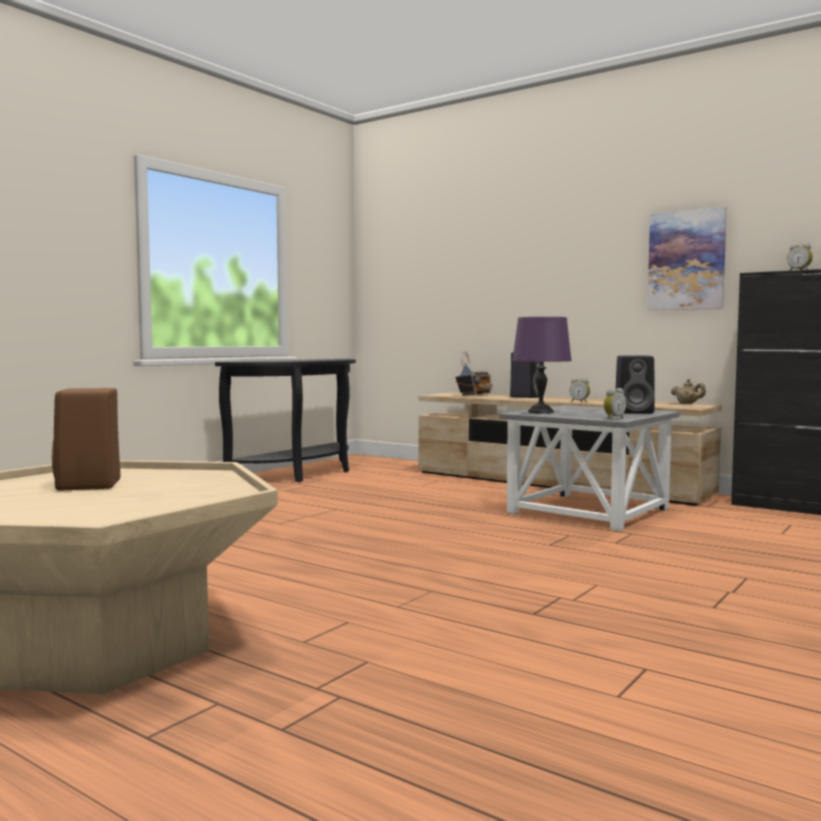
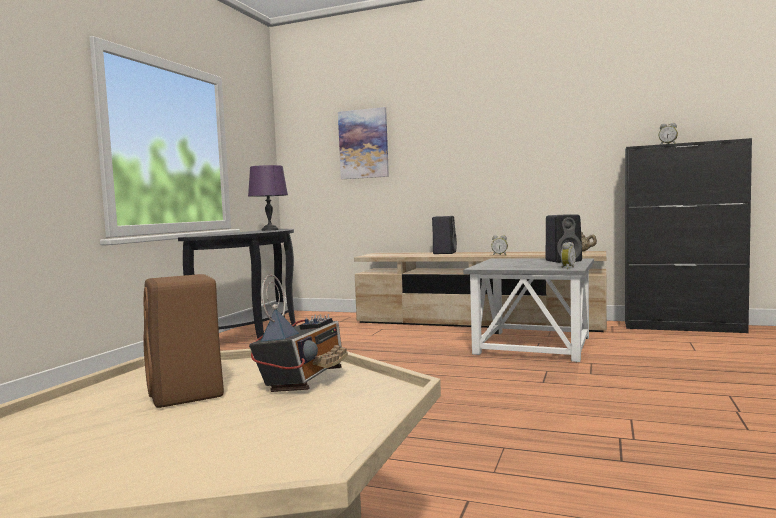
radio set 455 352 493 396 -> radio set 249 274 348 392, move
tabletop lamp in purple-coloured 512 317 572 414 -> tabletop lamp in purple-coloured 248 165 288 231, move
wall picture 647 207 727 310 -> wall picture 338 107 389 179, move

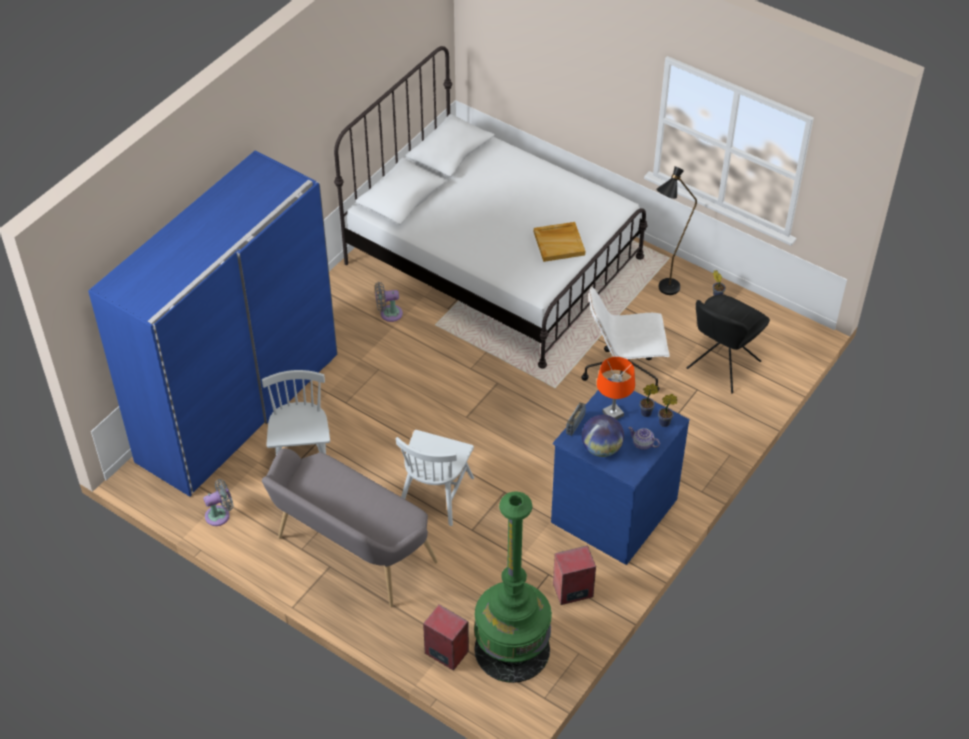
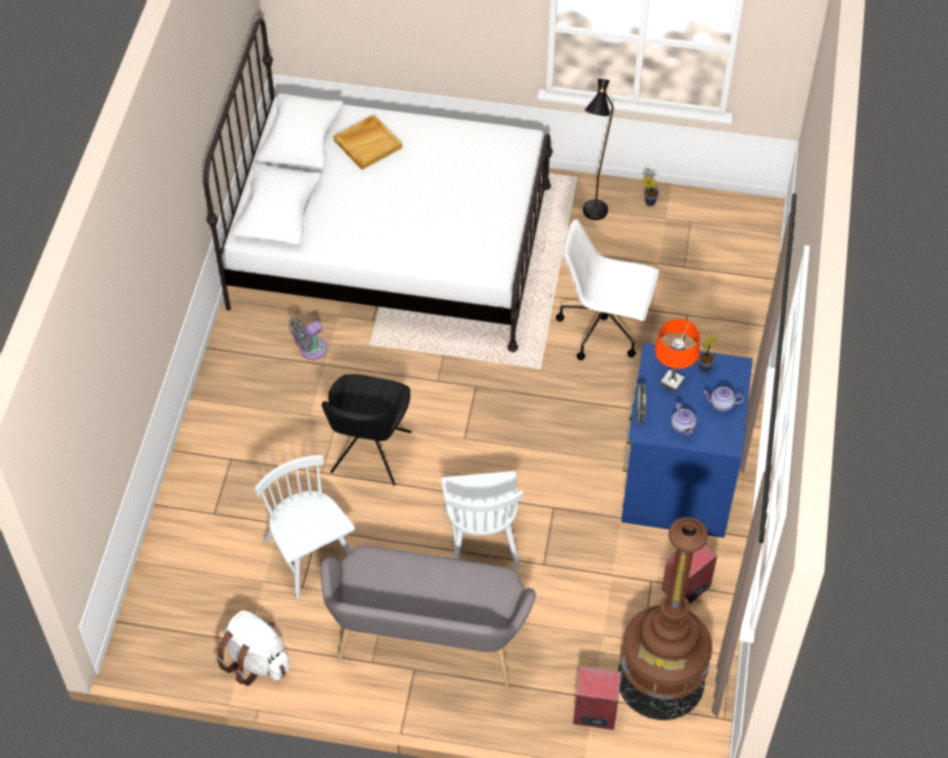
armoire in bluish 88 151 338 497 -> none
fan in grey 203 479 233 526 -> rucksack in white-coloured 216 610 290 686
floor lamp in green-coloured 474 491 552 683 -> floor lamp in brown-coloured 618 517 713 720
serving tray in beige 534 222 585 262 -> serving tray in beige 333 115 402 170, move
computer chair in white-coloured 581 287 670 391 -> computer chair in white-coloured 556 219 659 360, 45 degrees clockwise
globe 582 415 624 457 -> tea pot 671 402 697 436
potted plant 658 394 677 427 -> none
chair in black-coloured 687 294 770 394 -> chair in black-coloured 322 374 411 485, move

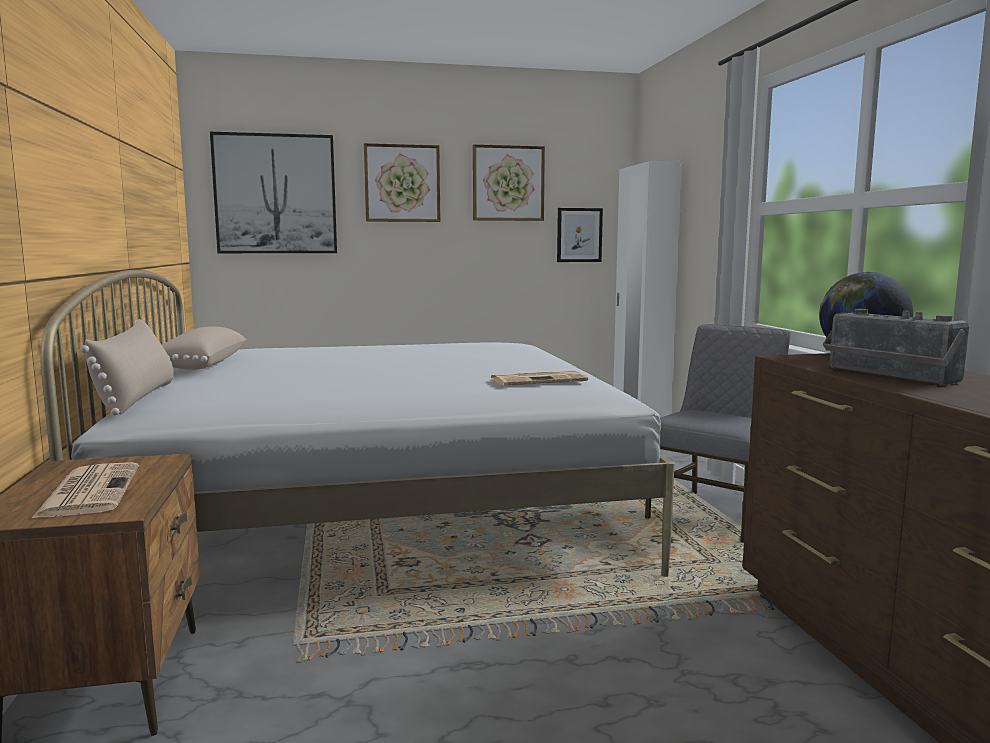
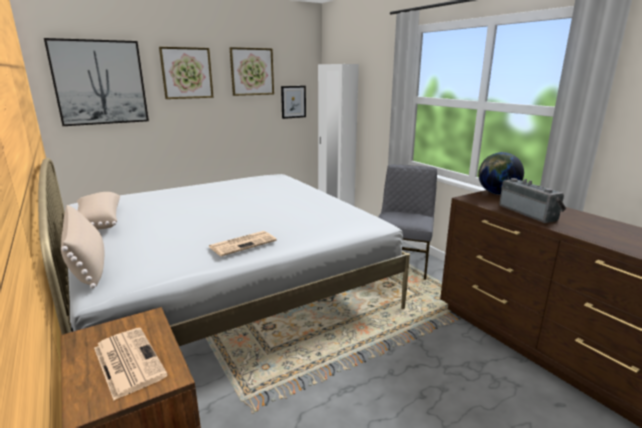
printed paper 491 370 588 386 -> printed paper 208 231 277 256, move
radio set 823 309 969 386 -> radio set 499 178 566 223, 150 degrees counterclockwise

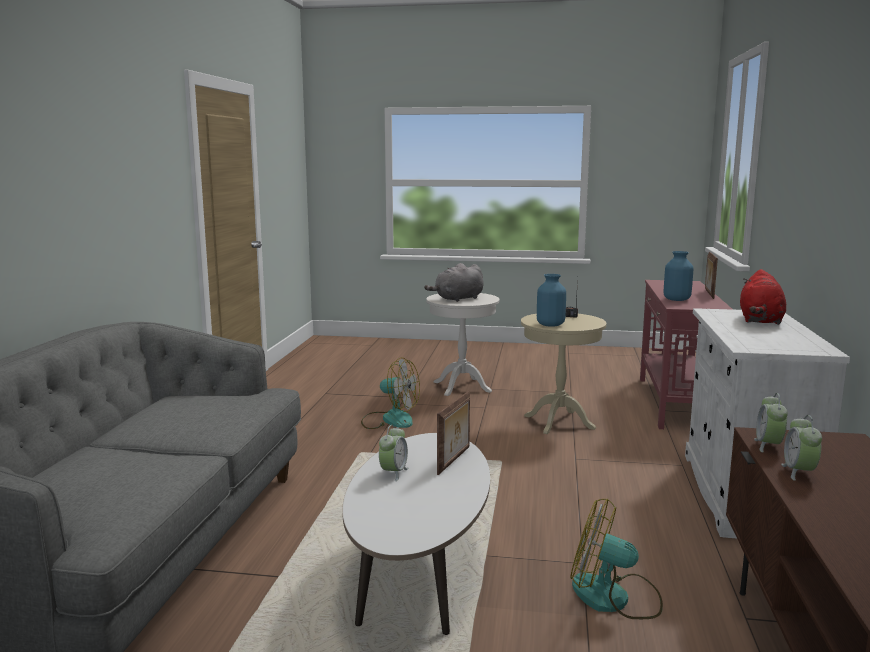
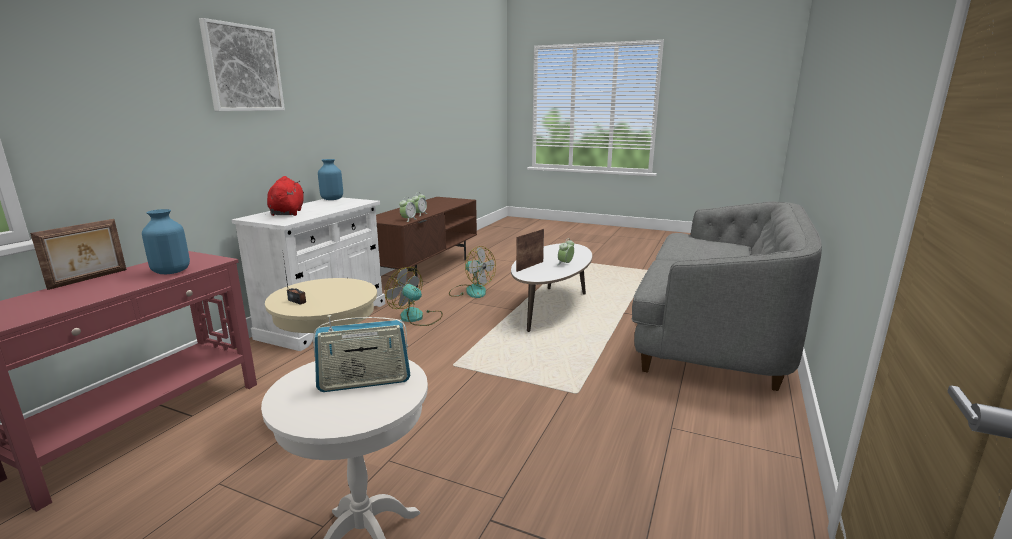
fan 361 357 420 429 -> fan 385 267 443 326, move
cuddly toy in grey 424 263 484 302 -> radio set 313 315 410 392
vase in bluish 537 274 566 327 -> vase in bluish 318 159 343 200, move
cuddly toy in red-coloured 740 269 786 325 -> cuddly toy in red-coloured 267 176 304 216, 45 degrees counterclockwise
none -> wall picture 199 18 285 111

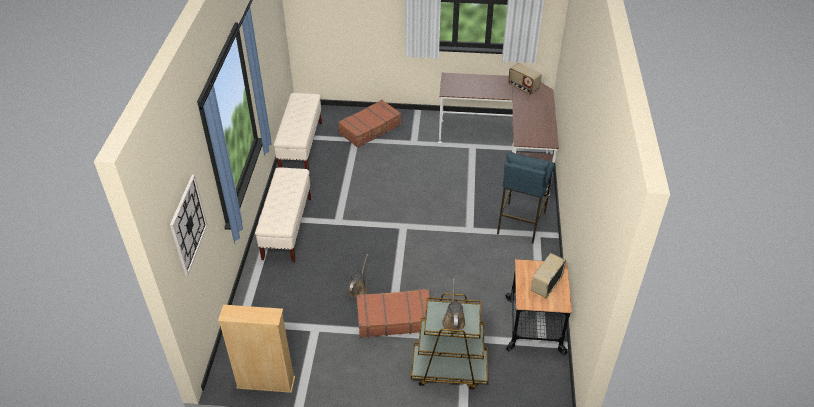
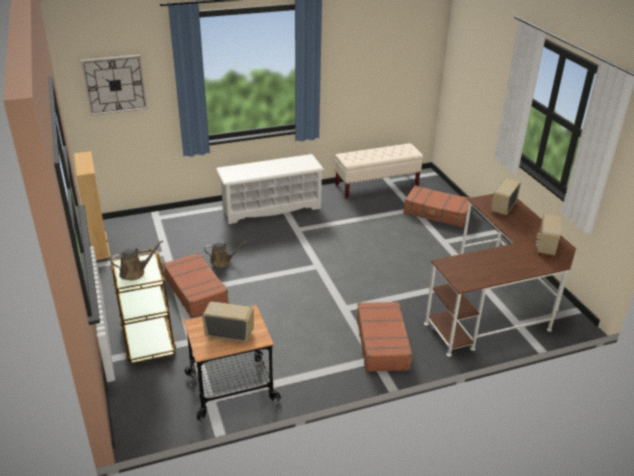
indoor bench in beige 255 168 311 262 -> shoe rack in white-coloured 216 154 324 224
sitting stool in bluish 497 153 555 244 -> suitcase in brown-coloured 357 301 413 372
none -> radio set 491 178 521 215

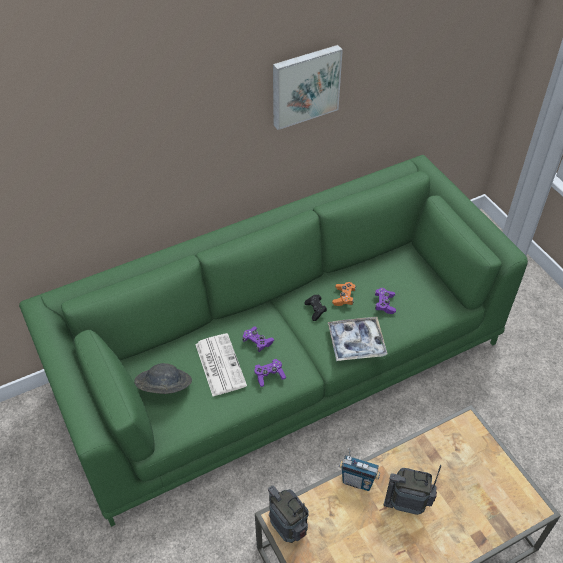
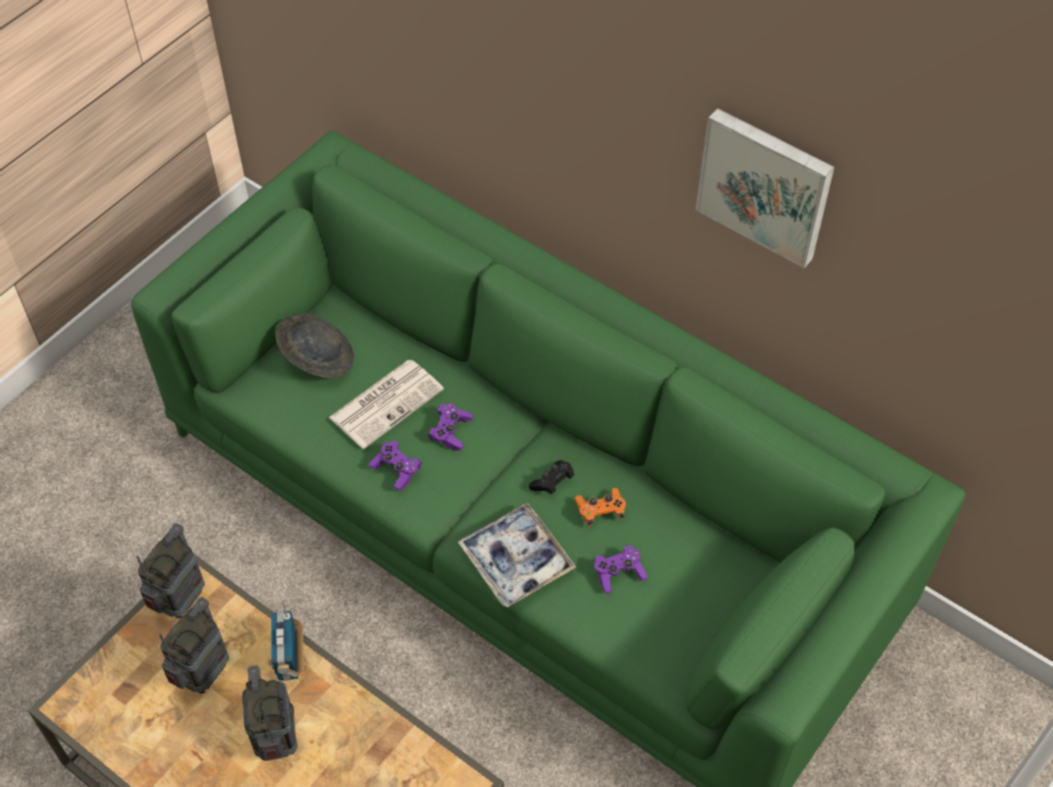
none -> radio set 159 597 229 693

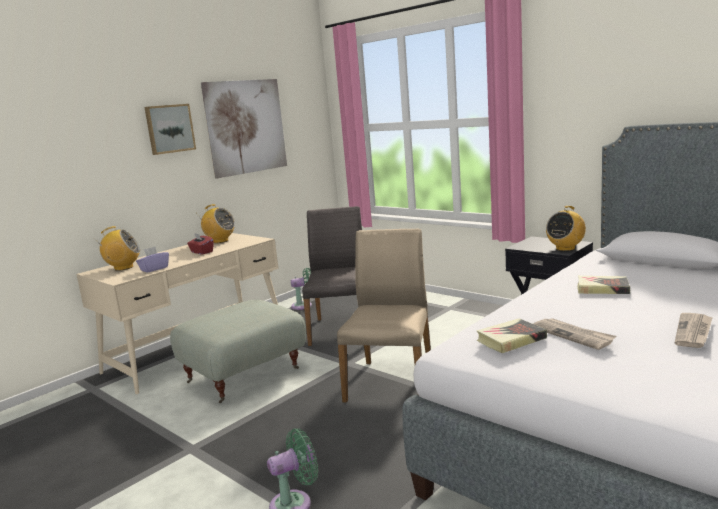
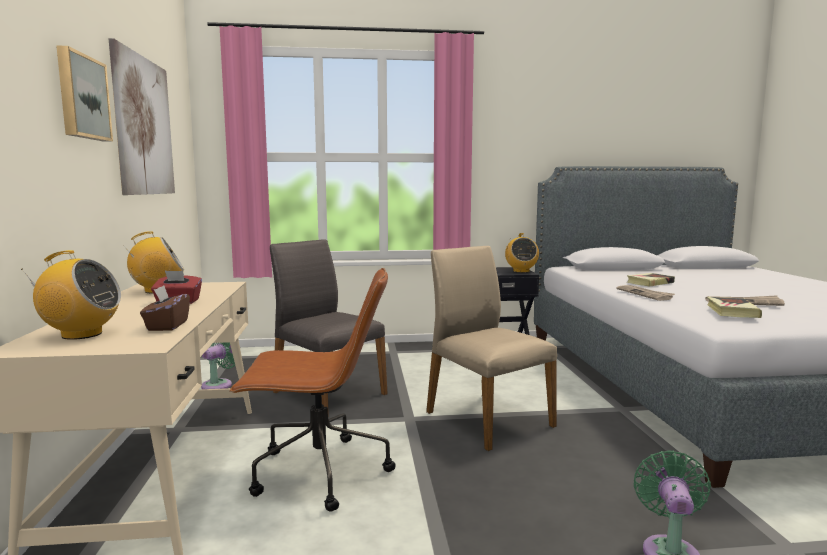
radio set 99 226 140 271 -> radio set 21 250 121 340, 60 degrees clockwise
box of tissues in purple-coloured 136 247 169 273 -> box of tissues in brown-coloured 140 285 190 331
footrest in grey 170 299 306 403 -> computer chair in brown-coloured 229 268 396 512
printed paper 675 313 713 348 -> printed paper 616 285 675 301, move

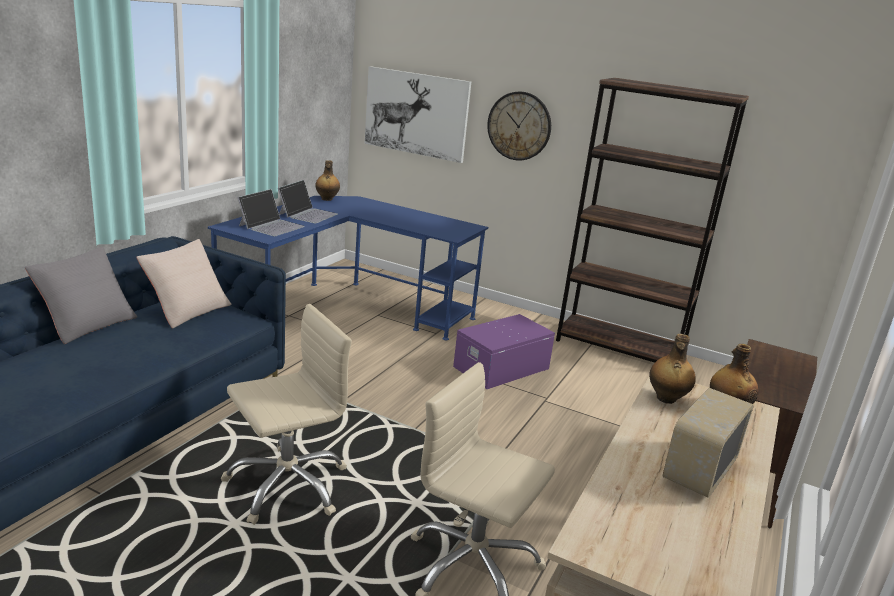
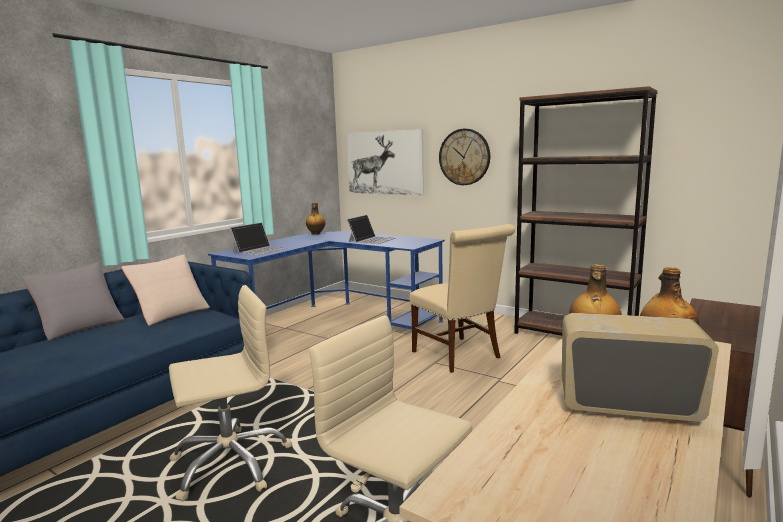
portable computer 278 180 338 223 -> portable computer 347 215 396 244, move
storage container in purple-coloured 453 314 555 389 -> chair in beige 409 224 515 373
radio set 663 388 754 498 -> radio set 562 313 719 422, 60 degrees clockwise

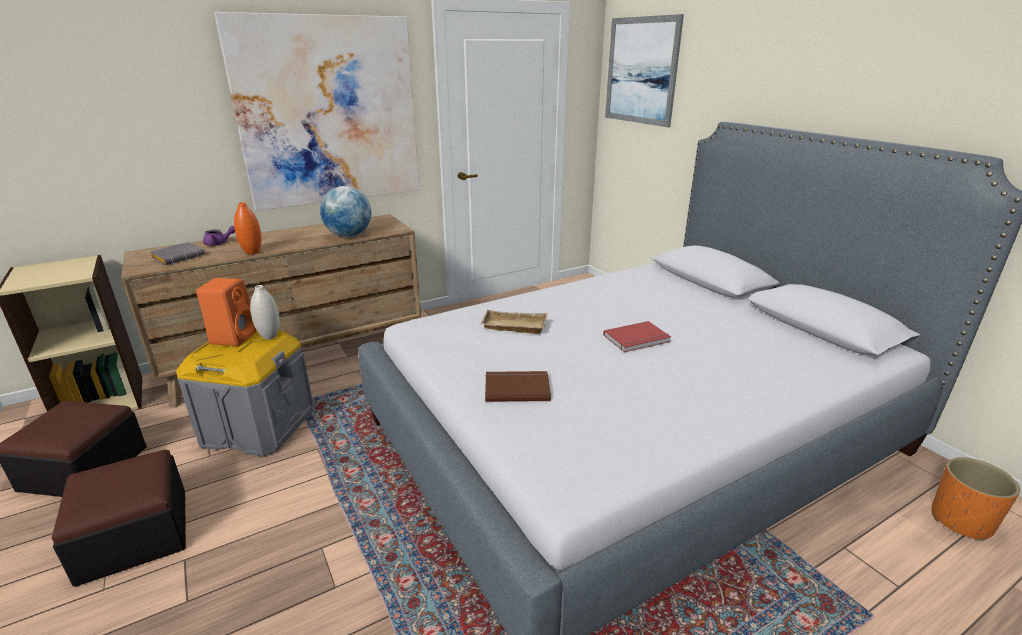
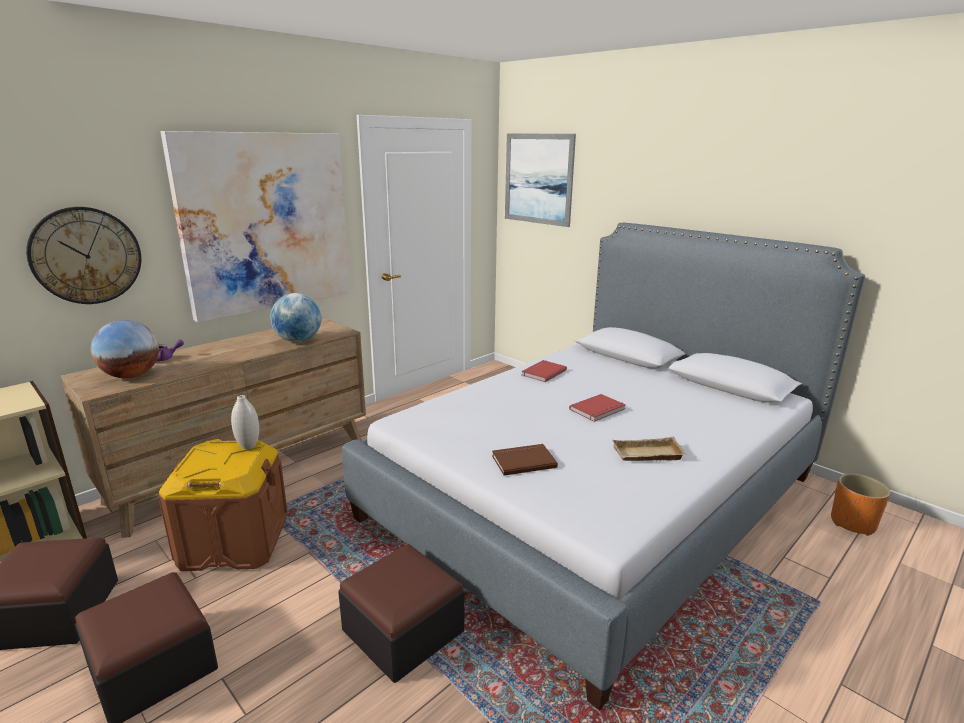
bound book in grey 150 242 204 265 -> globe 91 320 159 378
storage container in grey 176 330 313 457 -> storage container in brown-coloured 159 439 288 571
loudspeaker in orange-coloured 196 278 257 346 -> none
vase in orange-coloured 234 202 261 255 -> none
serving tray in beige 480 310 548 334 -> serving tray in beige 612 437 686 461, move
none -> clock on the wall 26 207 141 304
none -> footrest 338 544 464 683
none -> bound book in red-coloured 521 360 567 382

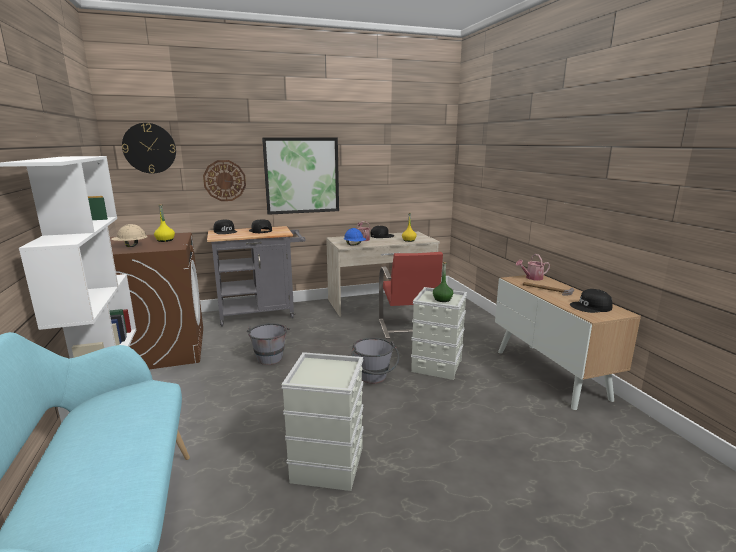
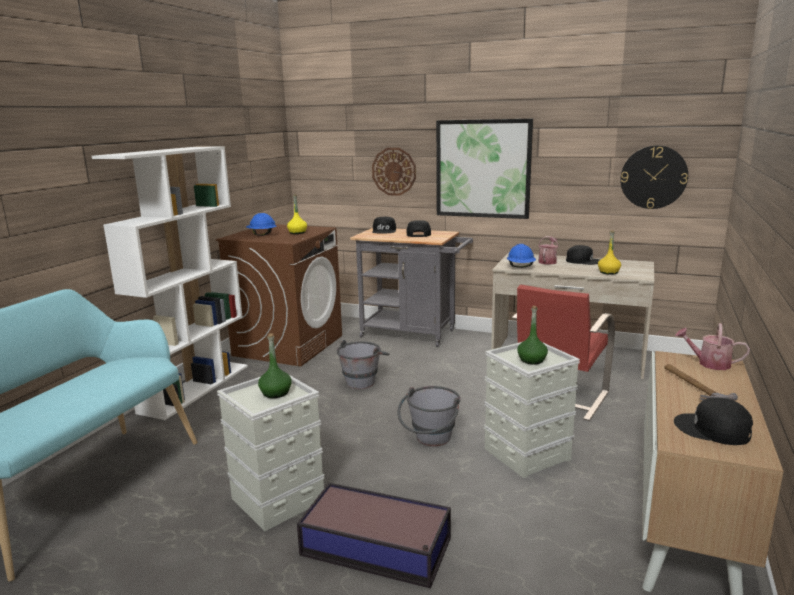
safety helmet in beige 111 224 148 247 -> safety helmet in bluish 246 213 276 236
clock on the wall 122 123 176 174 -> clock on the wall 620 145 688 209, move
none -> beverage bottle in green-coloured 258 333 292 398
none -> storage container 297 483 451 589

